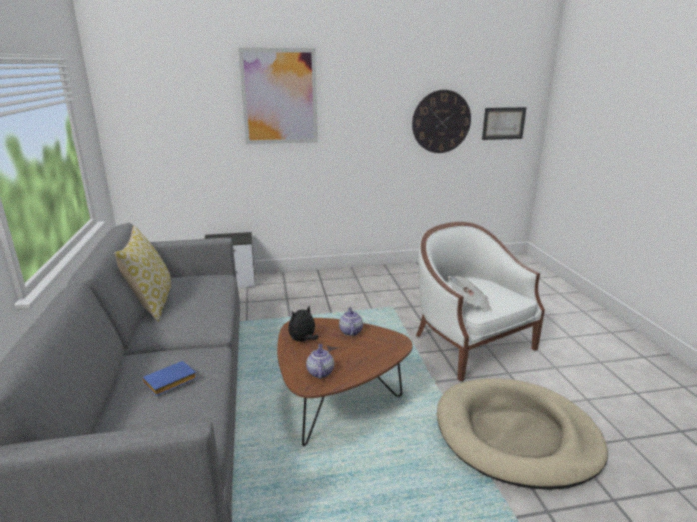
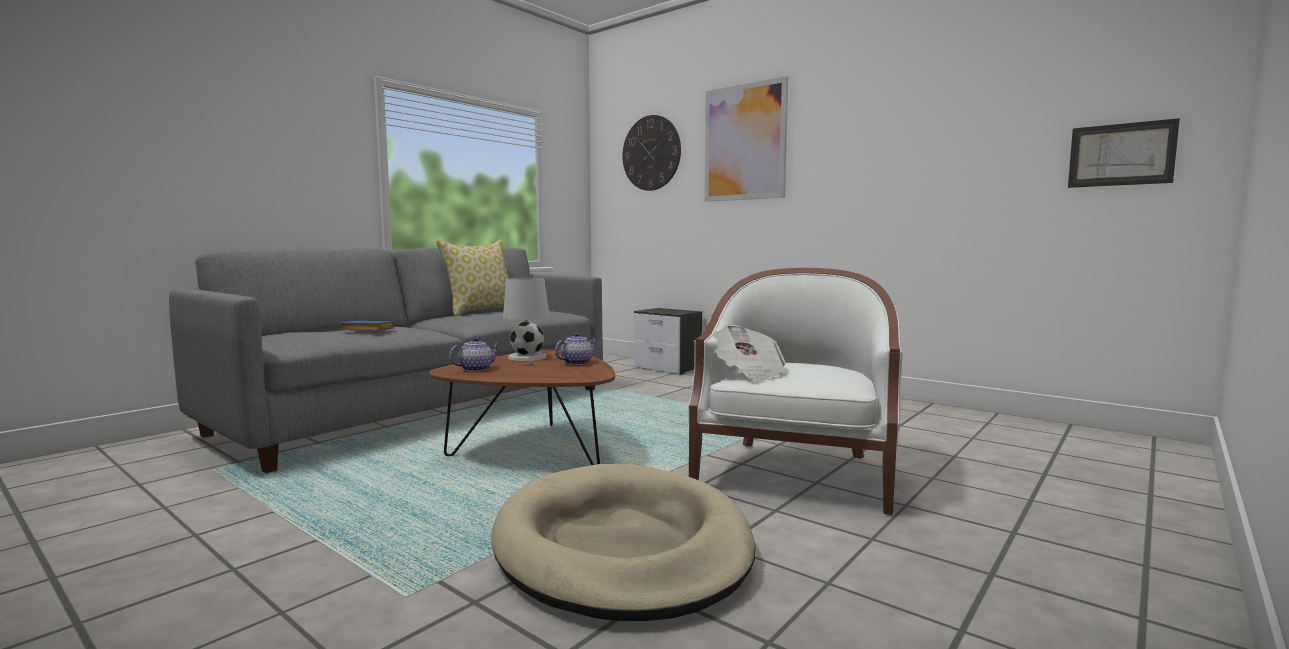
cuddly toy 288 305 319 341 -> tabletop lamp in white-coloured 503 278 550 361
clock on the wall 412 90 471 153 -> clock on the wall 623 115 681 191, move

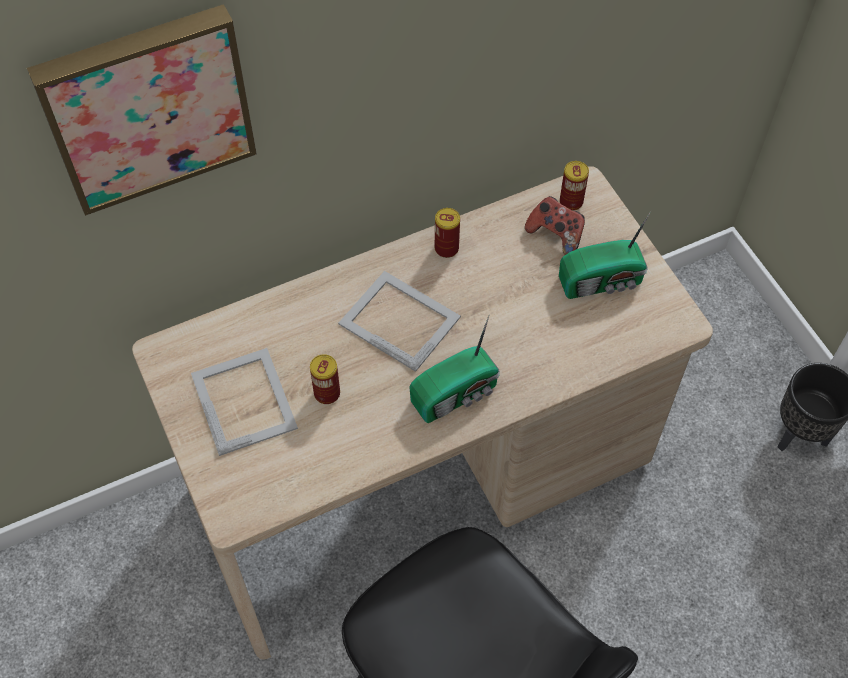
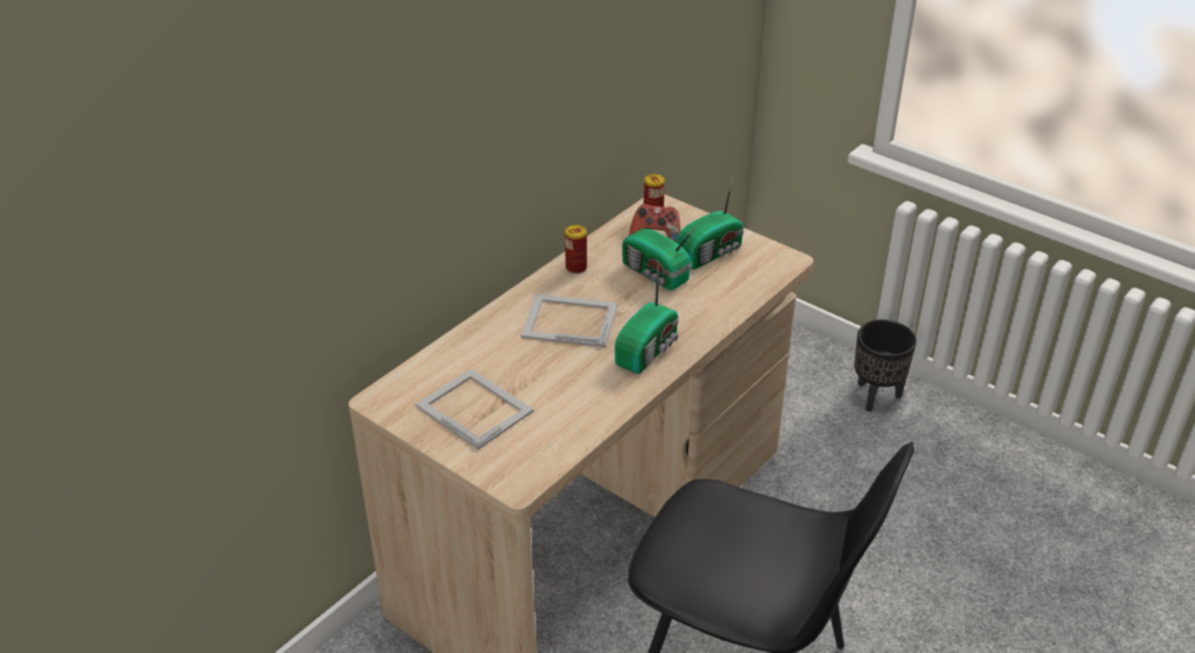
wall picture 27 4 257 216 -> none
metal can 310 354 340 404 -> none
none -> radio set 622 225 698 290

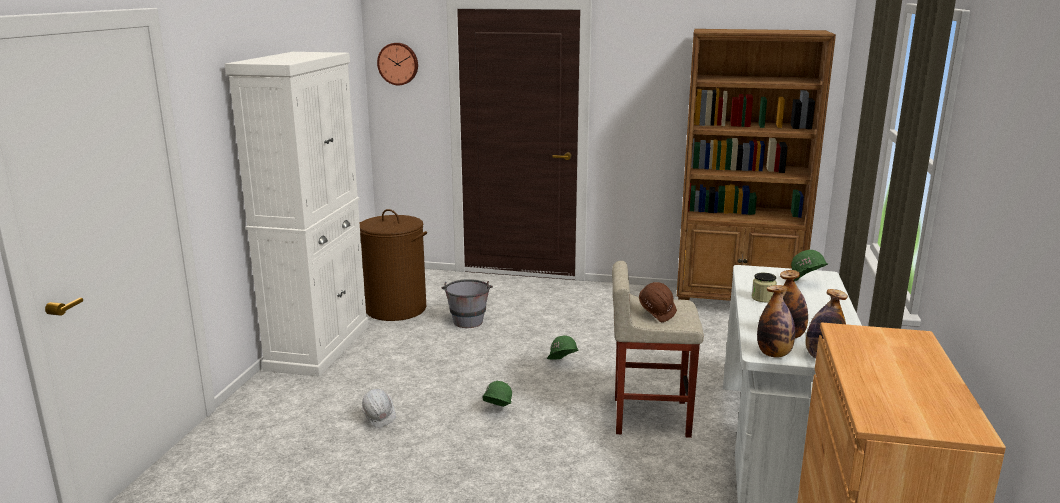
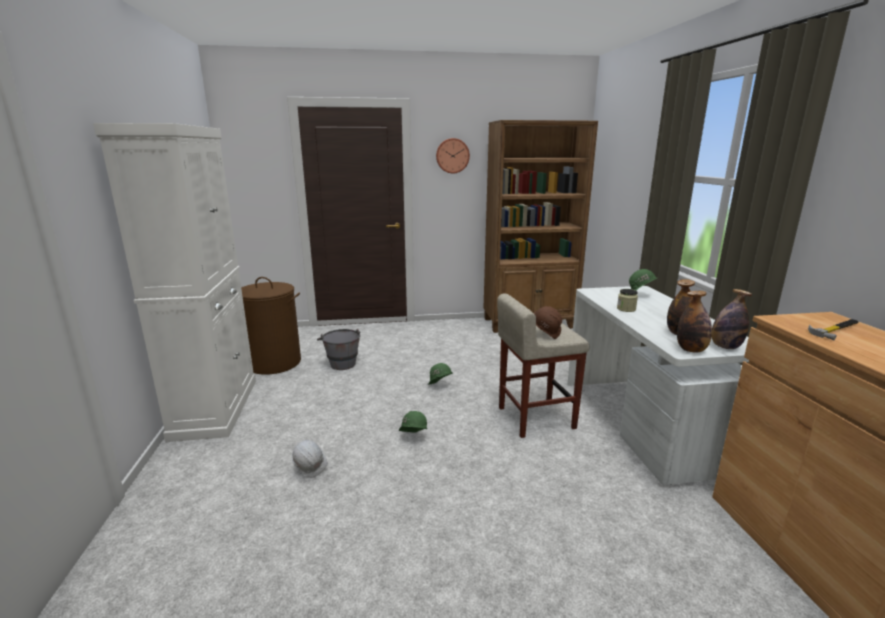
clock on the wall 377 43 418 85 -> clock on the wall 436 138 470 174, move
none -> hand hammer 808 319 859 340

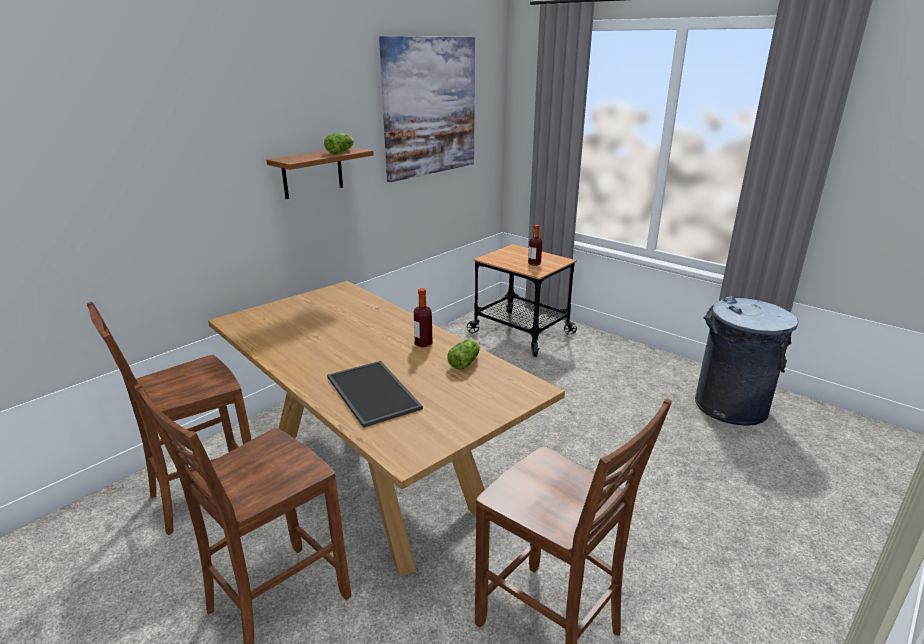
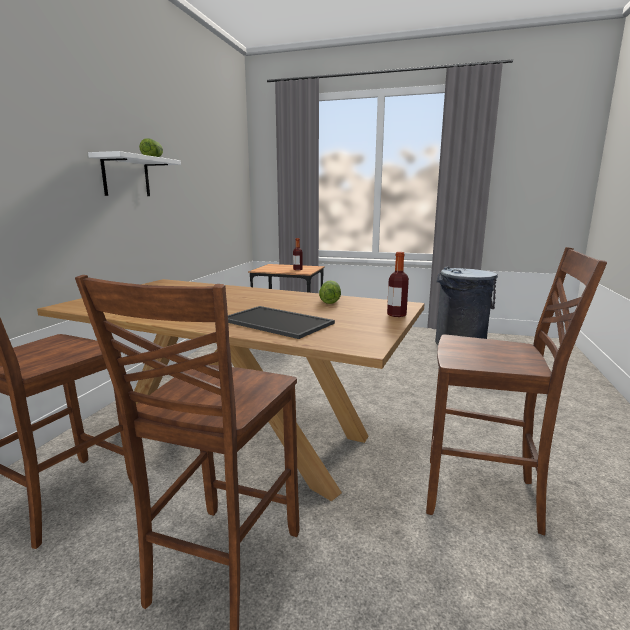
wall shelf in brown-coloured 267 147 374 199 -> wall shelf in white-coloured 88 151 181 196
wall picture 379 36 475 182 -> none
beverage bottle 414 288 433 347 -> beverage bottle 387 252 409 317, move

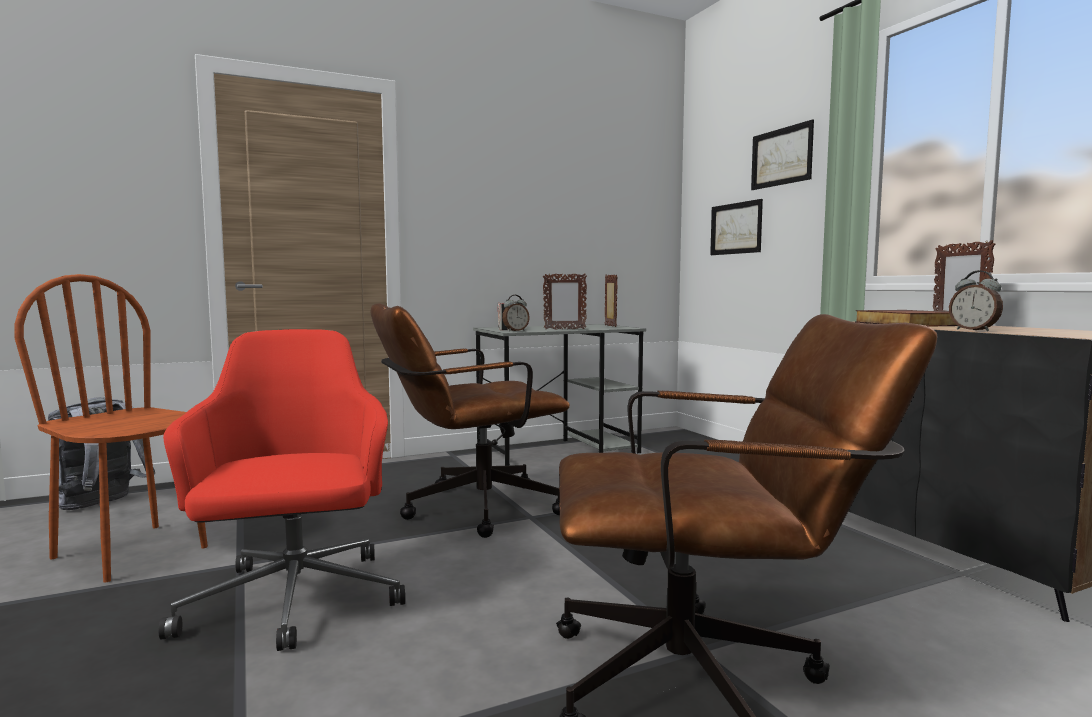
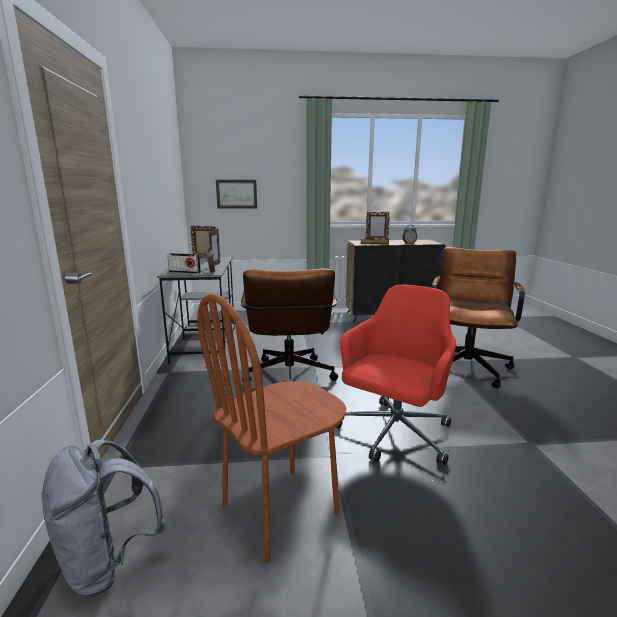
computer chair in red-coloured 158 329 405 651 -> computer chair in red-coloured 336 285 456 465, 120 degrees clockwise
wall picture 751 119 814 190 -> none

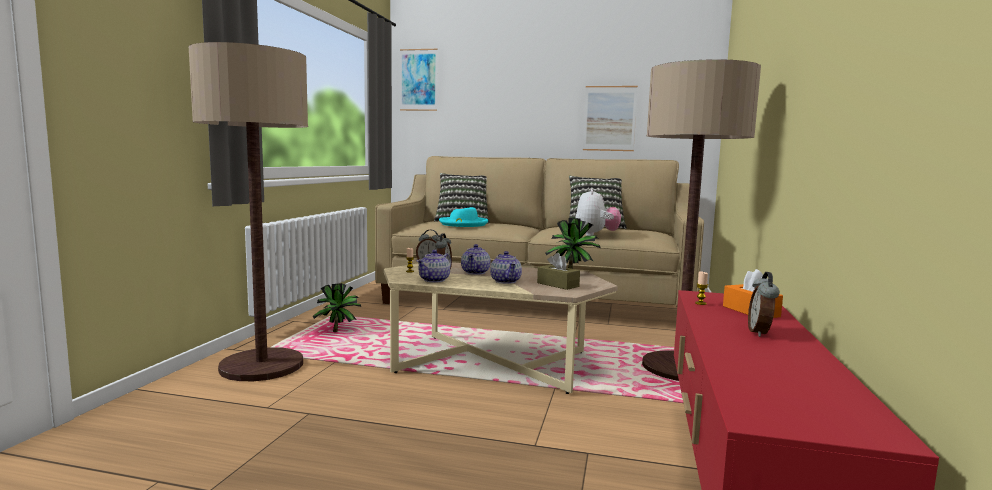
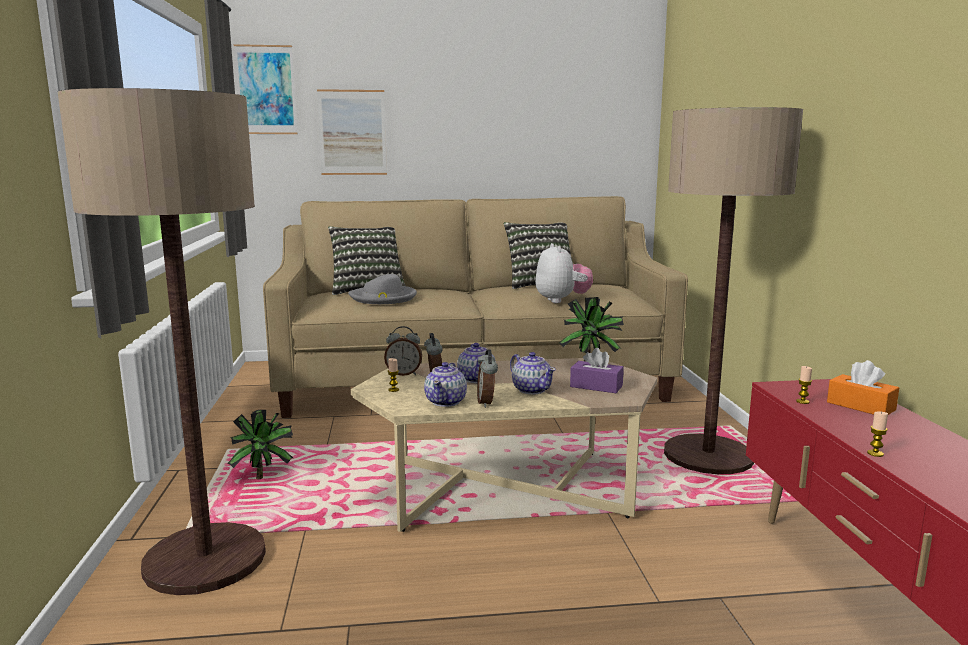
wearable hat in blue-green 439 207 488 227 -> wearable hat in grey 348 274 417 304
box of tissues in brown-coloured 537 253 580 290 -> box of tissues in purple-coloured 570 348 624 393
wall picture 583 86 638 151 -> wall picture 317 89 387 175, move
alarm clock 748 272 779 337 -> alarm clock 477 349 498 408, move
none -> candle 867 412 888 457

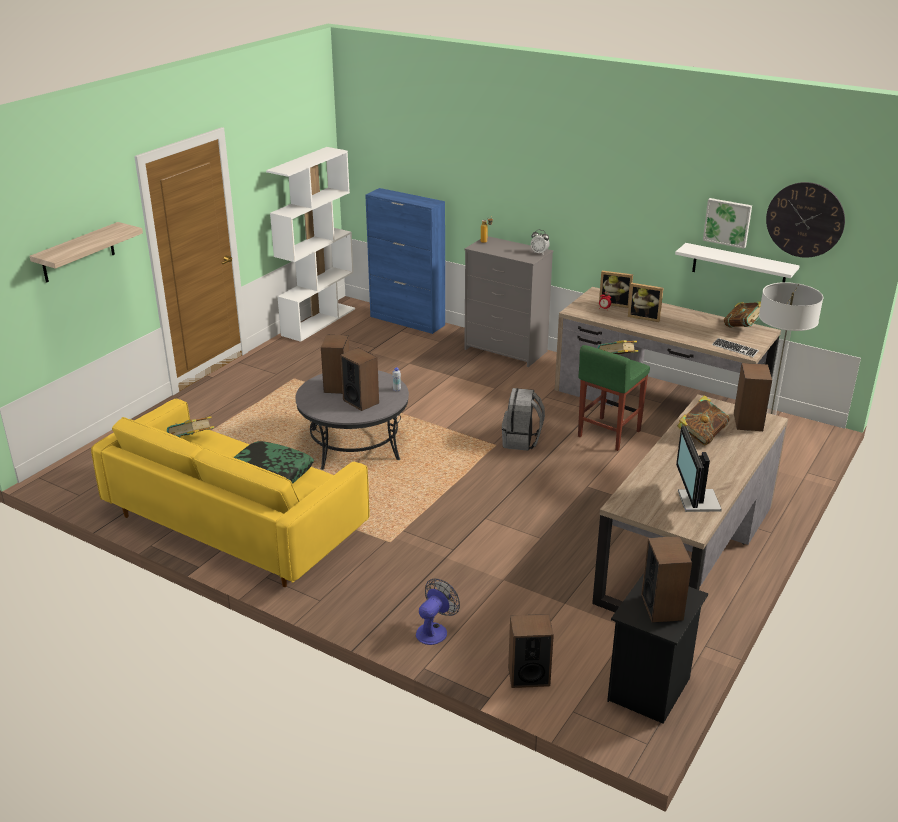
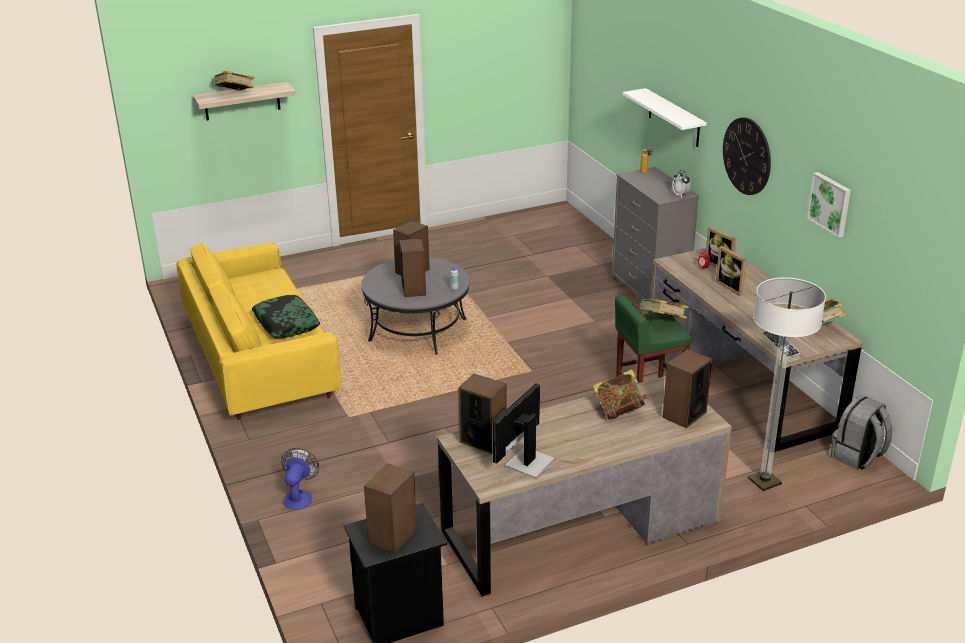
bound book 167 416 214 437 -> bound book 212 71 254 91, move
bookcase in white-coloured 266 147 355 342 -> none
storage cabinet in bluish 365 188 445 334 -> none
fan 416 579 460 645 -> fan 281 448 319 510, 60 degrees counterclockwise
rucksack in grey 502 388 545 451 -> rucksack in grey 831 395 892 470, move
loudspeaker 508 614 554 688 -> loudspeaker 458 374 507 454, move
wall shelf in white-coloured 675 243 799 282 -> wall shelf in white-coloured 623 88 707 147, move
clock on the wall 766 182 845 258 -> clock on the wall 723 117 771 195, move

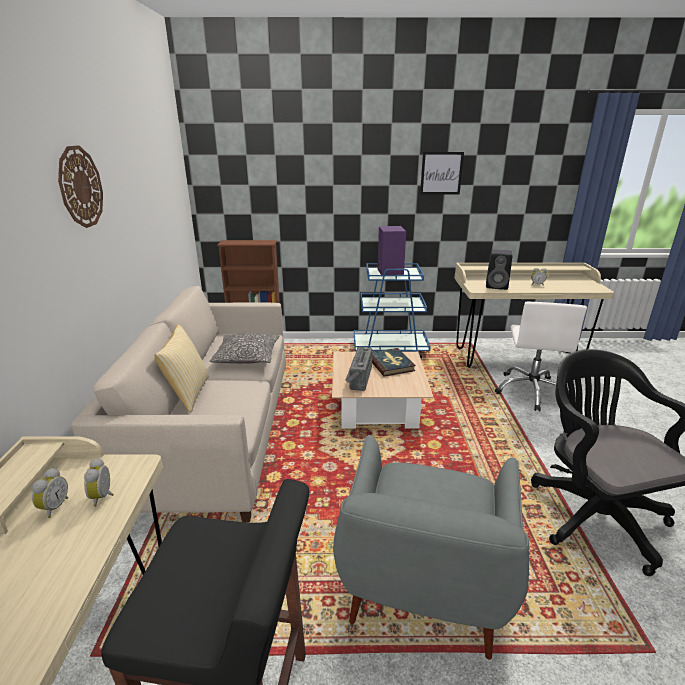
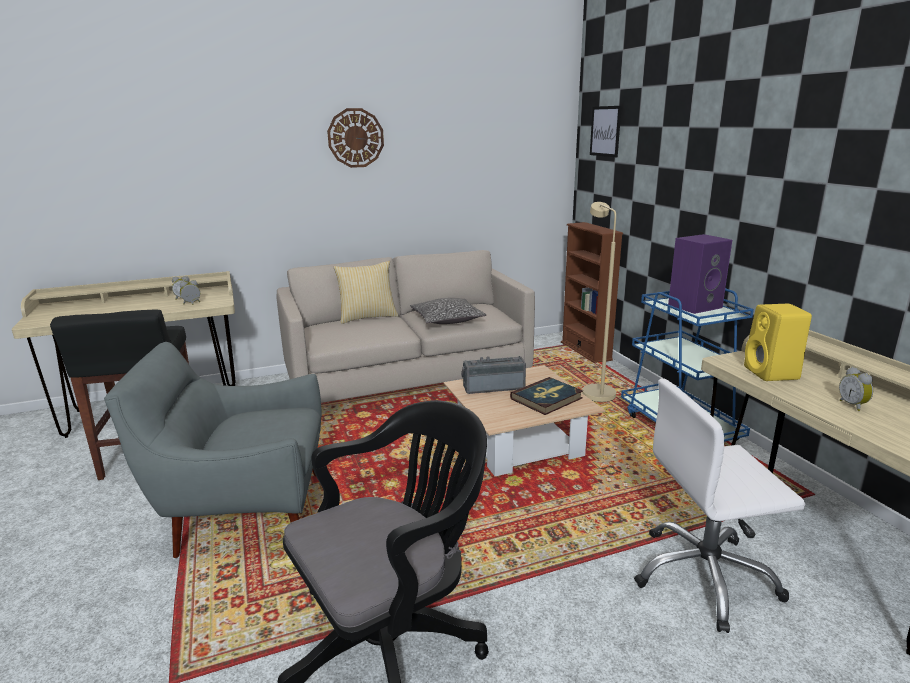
wall picture 420 152 464 195 -> wall picture 590 106 622 157, move
loudspeaker in black-coloured 486 249 512 290 -> loudspeaker in yellow-coloured 744 304 812 381
none -> floor lamp in beige 582 202 616 402

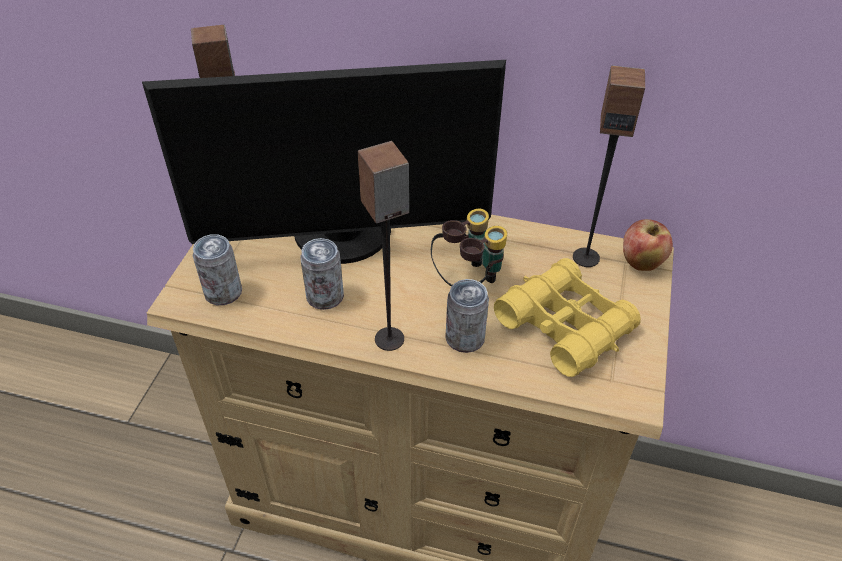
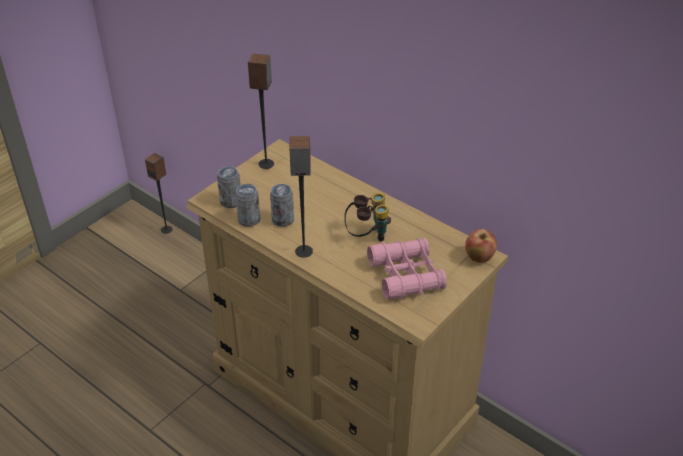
computer display 142 60 506 264 -> none
metal can 445 279 489 353 -> metal can 235 184 260 227, move
binoculars in yellow-coloured 494 258 641 377 -> binoculars in pink-coloured 367 238 447 299
loudspeaker 573 65 645 267 -> loudspeaker 145 153 173 234, move

